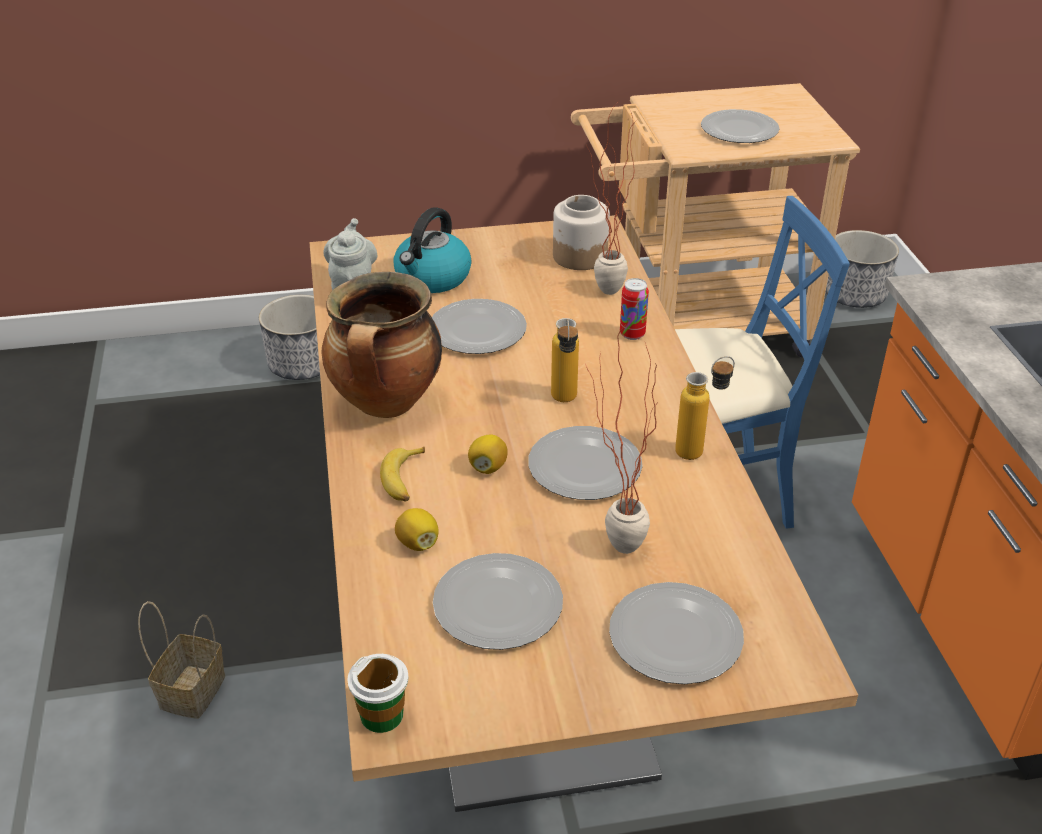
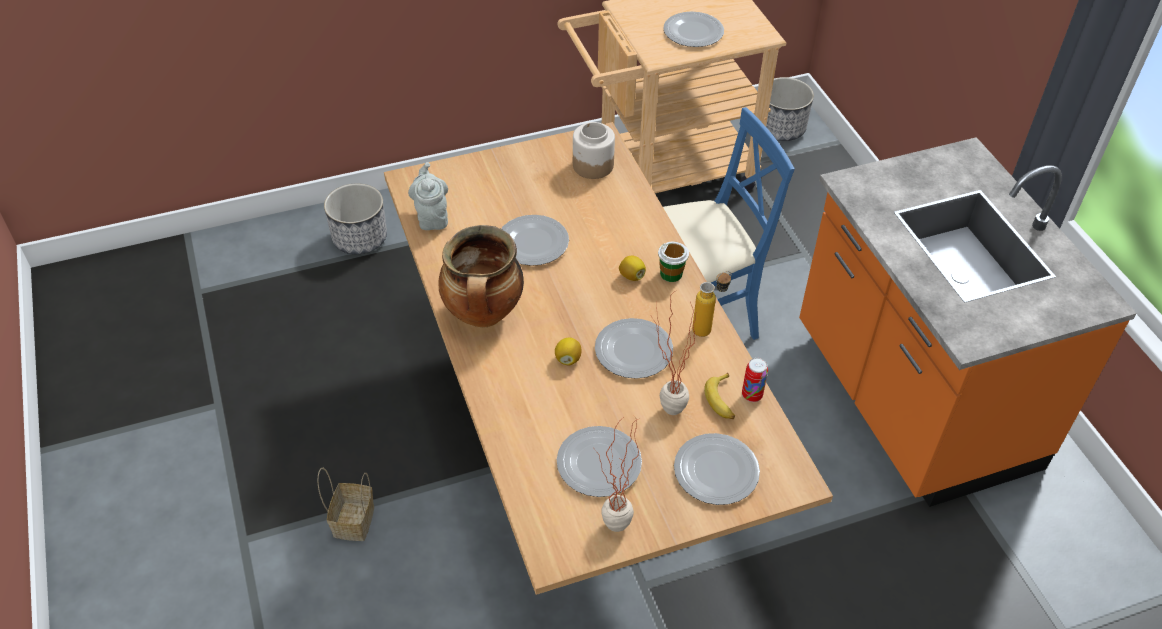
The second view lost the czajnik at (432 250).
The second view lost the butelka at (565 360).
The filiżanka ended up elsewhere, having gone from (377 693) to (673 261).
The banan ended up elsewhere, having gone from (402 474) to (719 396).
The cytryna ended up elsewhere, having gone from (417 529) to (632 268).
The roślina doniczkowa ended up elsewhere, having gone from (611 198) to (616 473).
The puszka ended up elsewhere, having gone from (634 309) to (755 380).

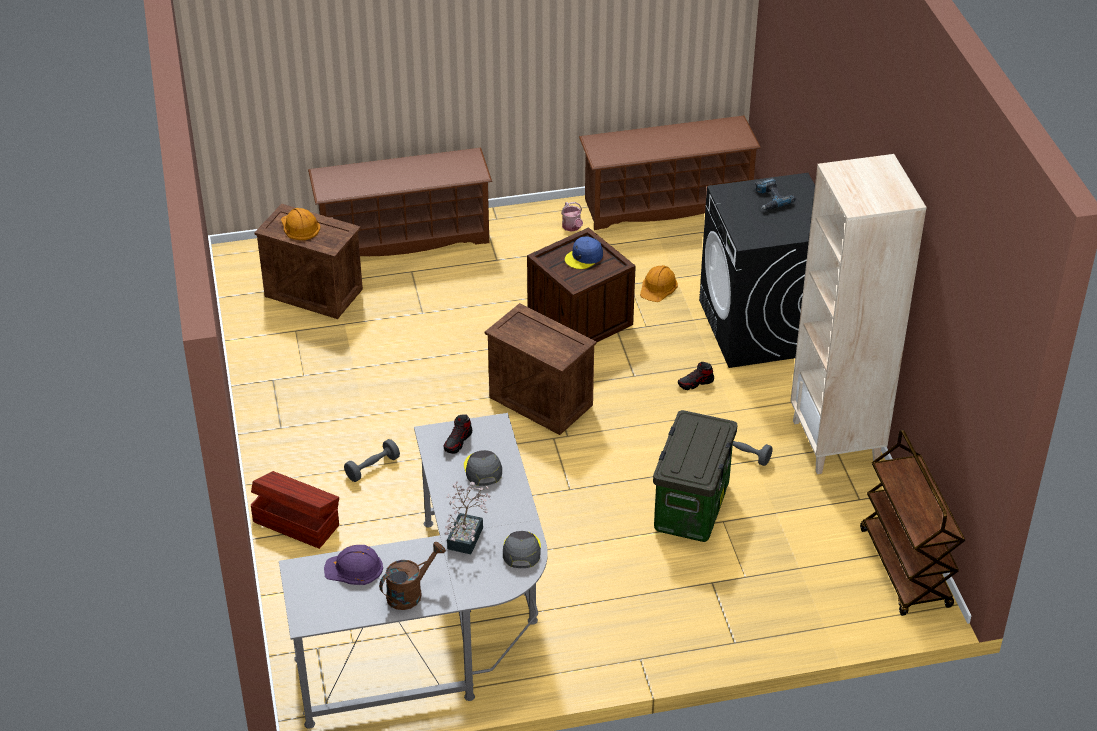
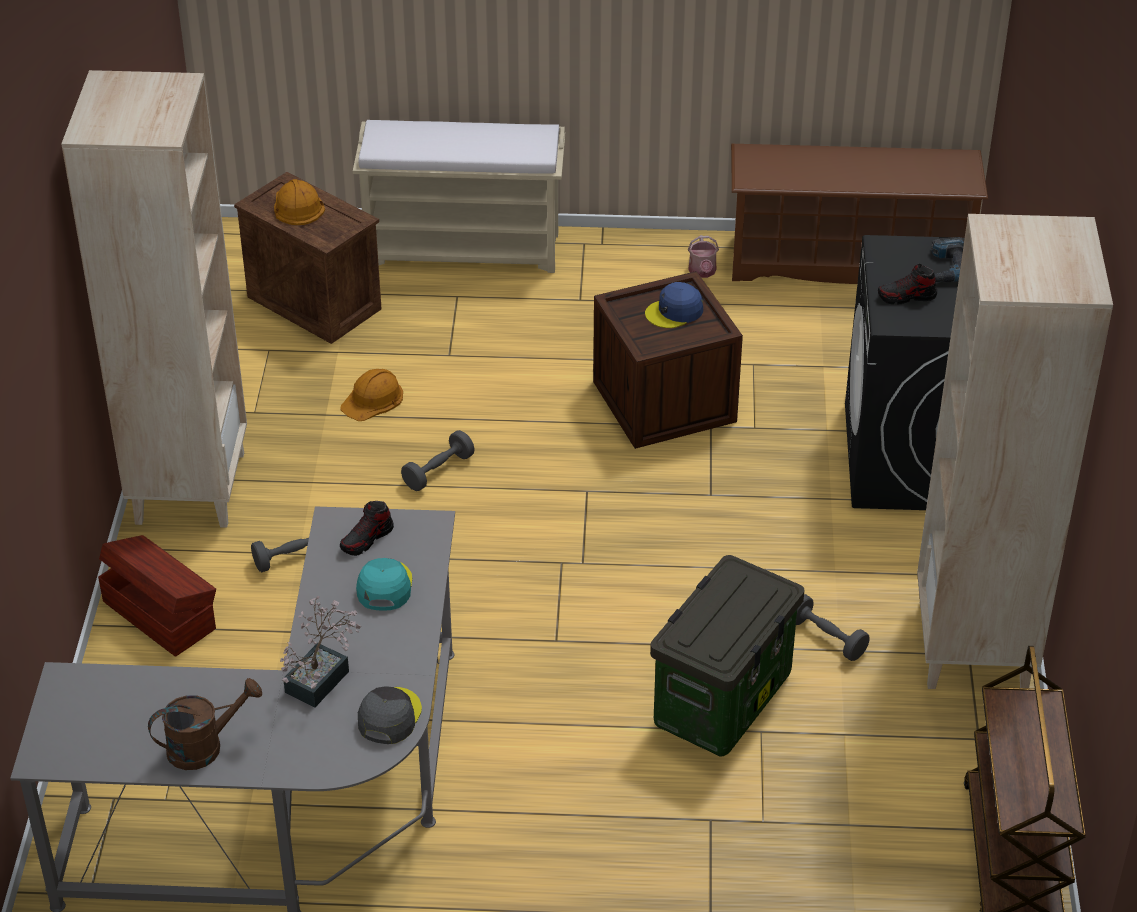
The second view lost the kask [fioletowy] at (353 565).
The second view lost the skrzynka at (541 369).
The second view gained the regał [beżowy] at (154 299).
The second view gained the hantel [szary] at (437 460).
The kask [pomarańczowy] ended up elsewhere, having gone from (659 283) to (371 395).
The but ended up elsewhere, having gone from (696 376) to (907 284).
Where the regał na buty [brązowy] stood at (400 202), the ławka [beżowy] came to stand at (459 196).
What was the czapka z daszkiem [szary] at (483 468) turned into the czapka z daszkiem [turkusowy] at (384 584).

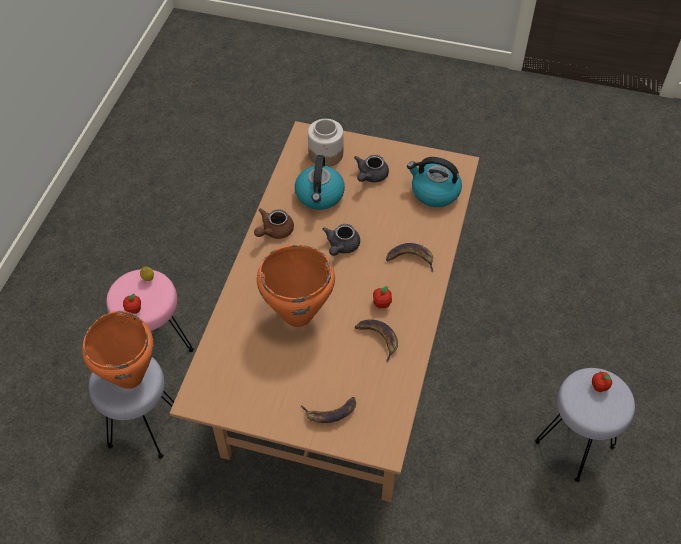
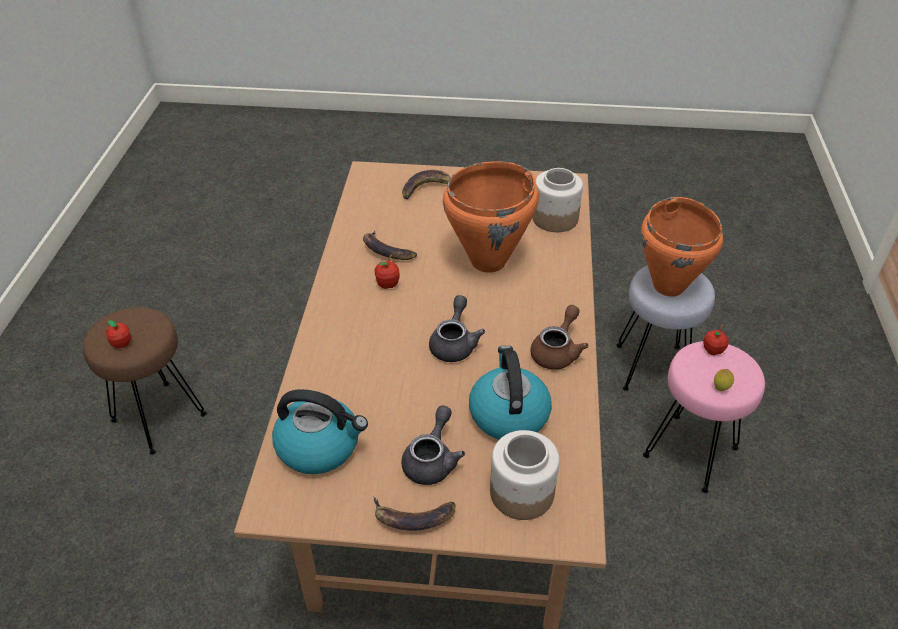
The second view gained the słoik at (558 200).
The banan ended up elsewhere, having gone from (409 257) to (415 514).
What was the stołek [szary] at (585 425) turned into the stołek [brązowy] at (145 381).

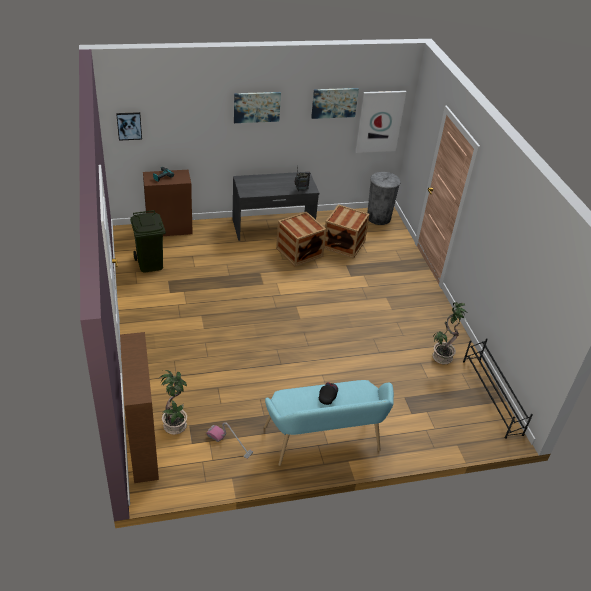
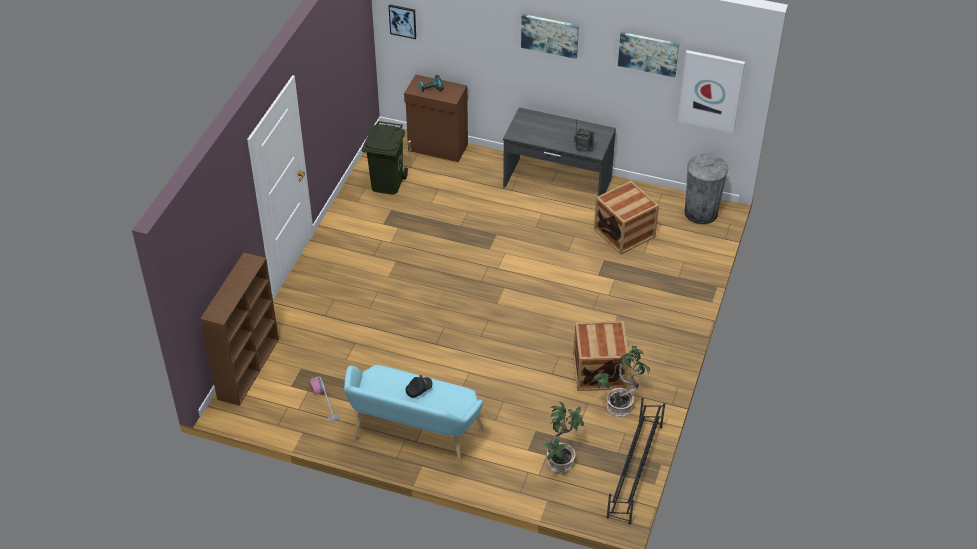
The roślina doniczkowa ended up elsewhere, having gone from (173 402) to (563 437).
The skrzynka ended up elsewhere, having gone from (301 239) to (600 356).

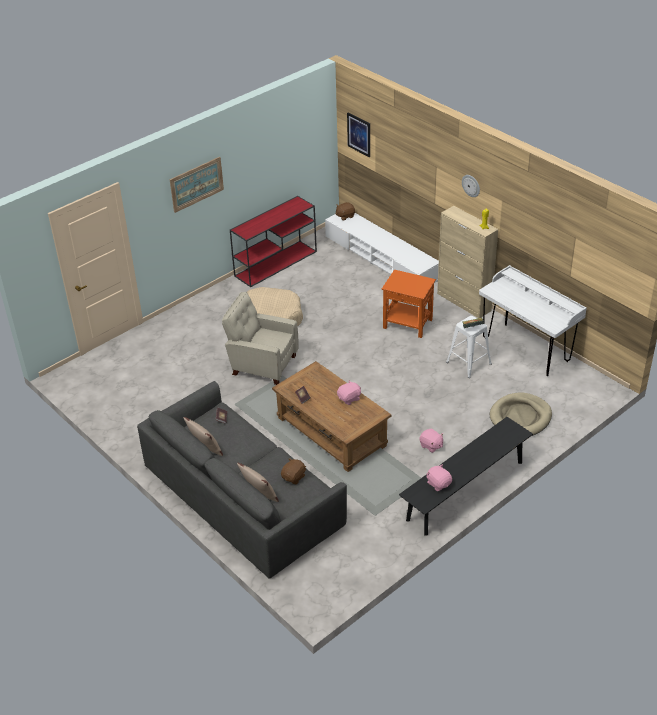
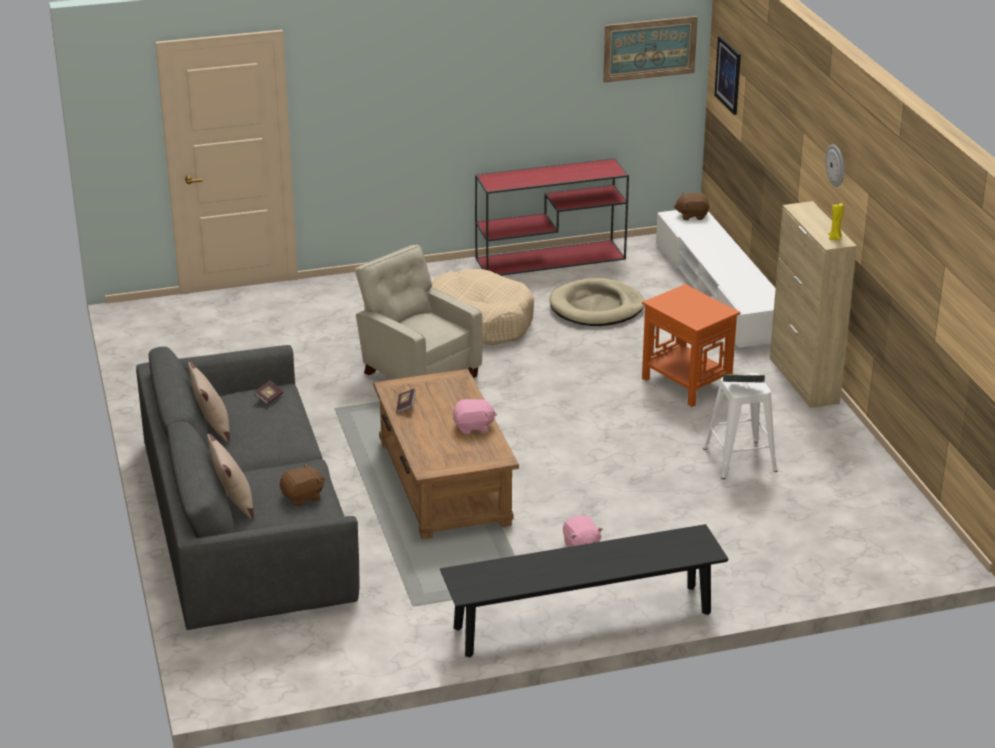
The second view lost the pluszak [różowy] at (439 477).
The second view lost the biurko [biały] at (533 320).
The obraz ended up elsewhere, having gone from (197 185) to (650 49).
The legowisko [beżowy] ended up elsewhere, having gone from (521 414) to (597 302).

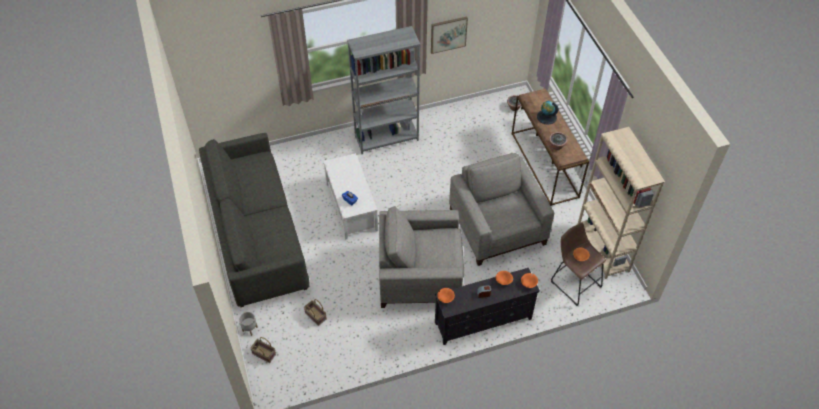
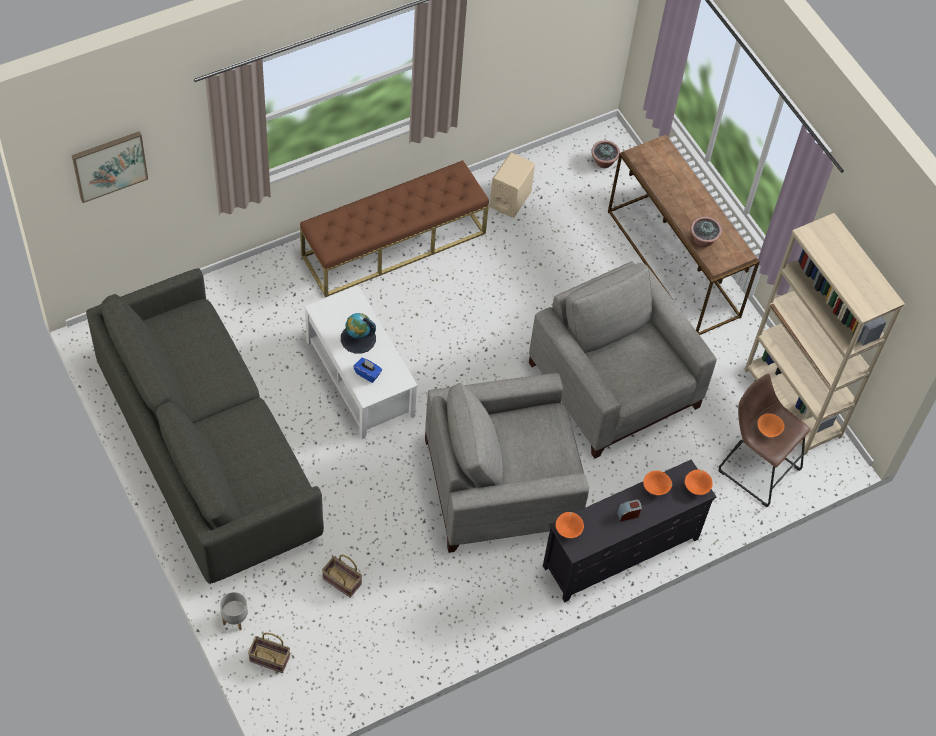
The second view gained the głośnik [beżowy] at (512 185).
The obraz ended up elsewhere, having gone from (449 35) to (110 167).
The globus ended up elsewhere, having gone from (548 113) to (358 333).
Where the regał [szary] stood at (383 90), the ławka [brązowy] came to stand at (394 228).

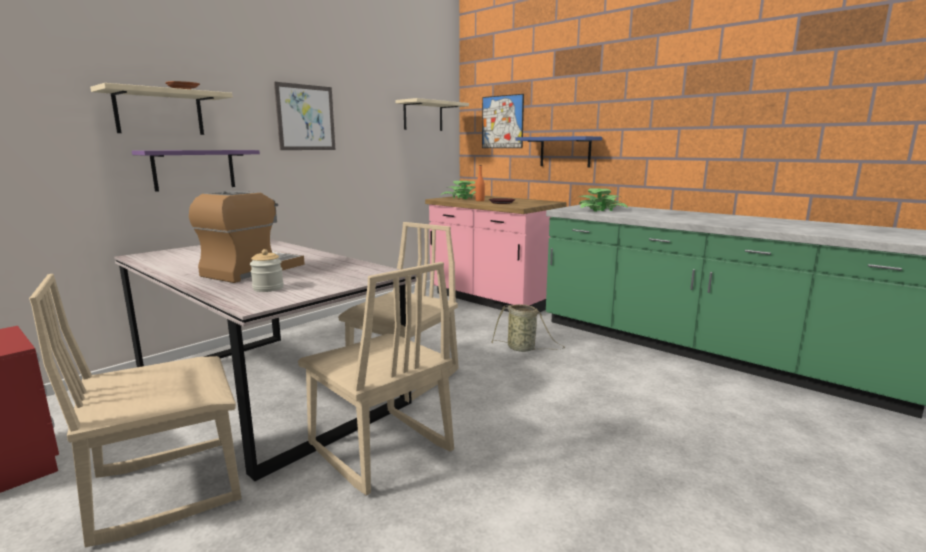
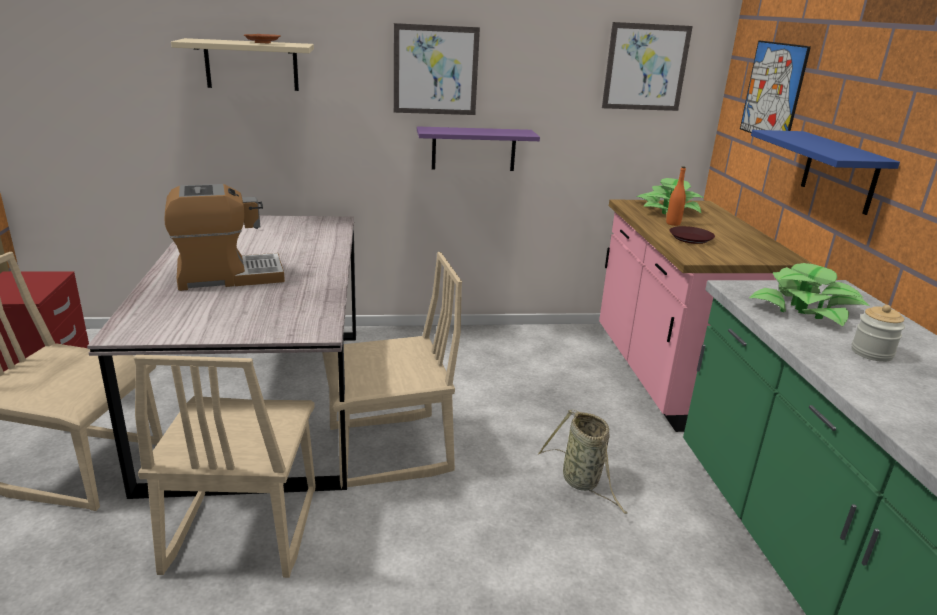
The półka [fioletowy] ended up elsewhere, having gone from (196 171) to (478 148).
The słoik ended up elsewhere, having gone from (267 270) to (878 333).
Where the półka [beżowy] hung at (432 114), the obraz came to hang at (647 66).

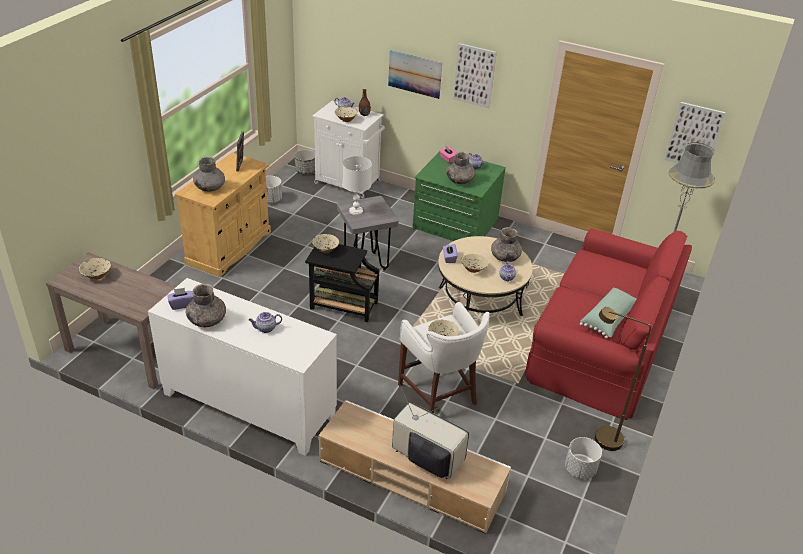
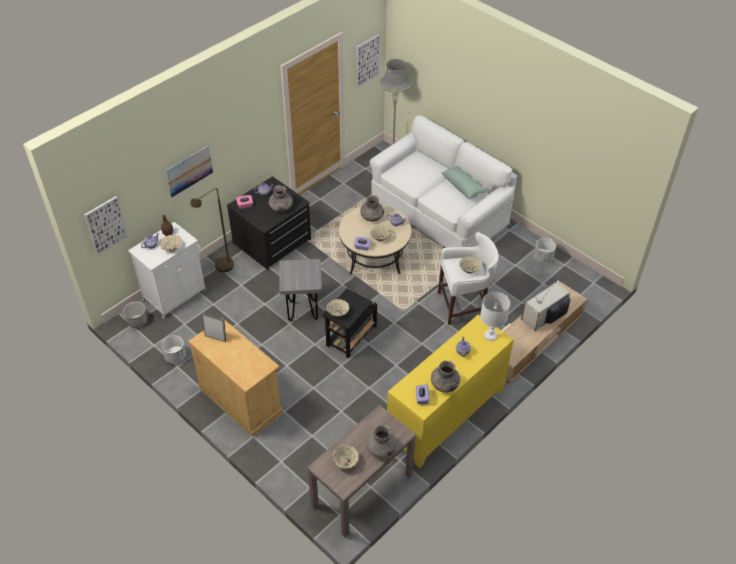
The wazon [szary] ended up elsewhere, having gone from (209 174) to (381 441).
The lampa stołowa [biały] ended up elsewhere, having gone from (357 185) to (495 316).
The obraz ended up elsewhere, having gone from (475 75) to (106 225).
The lampa stojąca [brązowy] ended up elsewhere, having gone from (623 379) to (212 230).
What was the szafka [biały] at (242 367) turned into the szafka [żółty] at (450 391).
What was the komoda [zielony] at (459 196) turned into the komoda [czarny] at (269 223).
What was the kanapa [czerwony] at (608 324) turned into the kanapa [biały] at (443 181).

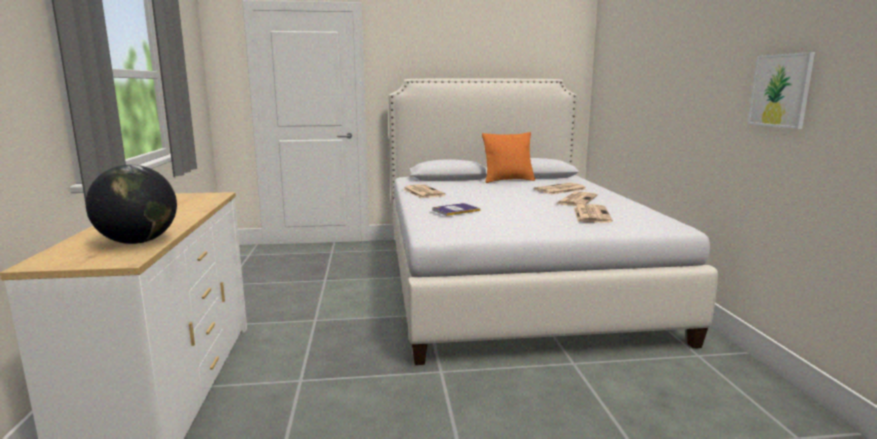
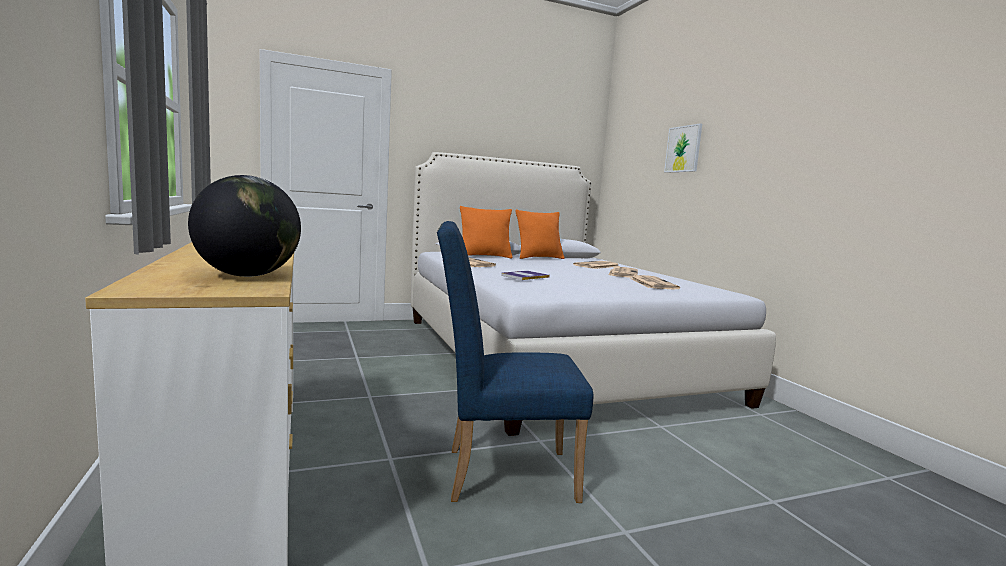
The second view gained the krzesło [niebieski] at (515 362).
The second view gained the poduszka [pomarańczowy] at (486 232).
The obraz ended up elsewhere, having gone from (781 90) to (683 148).

